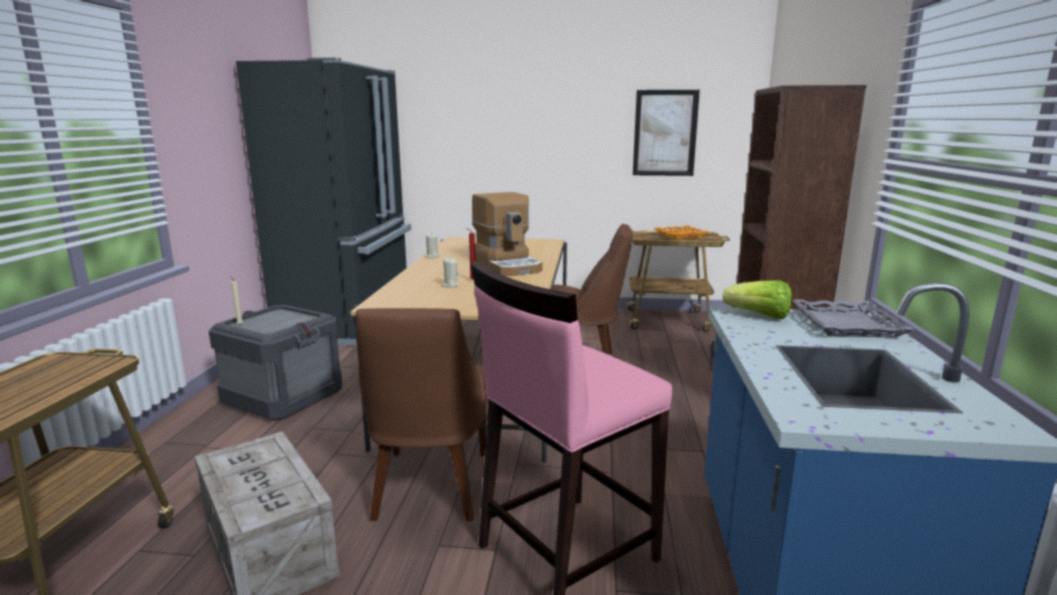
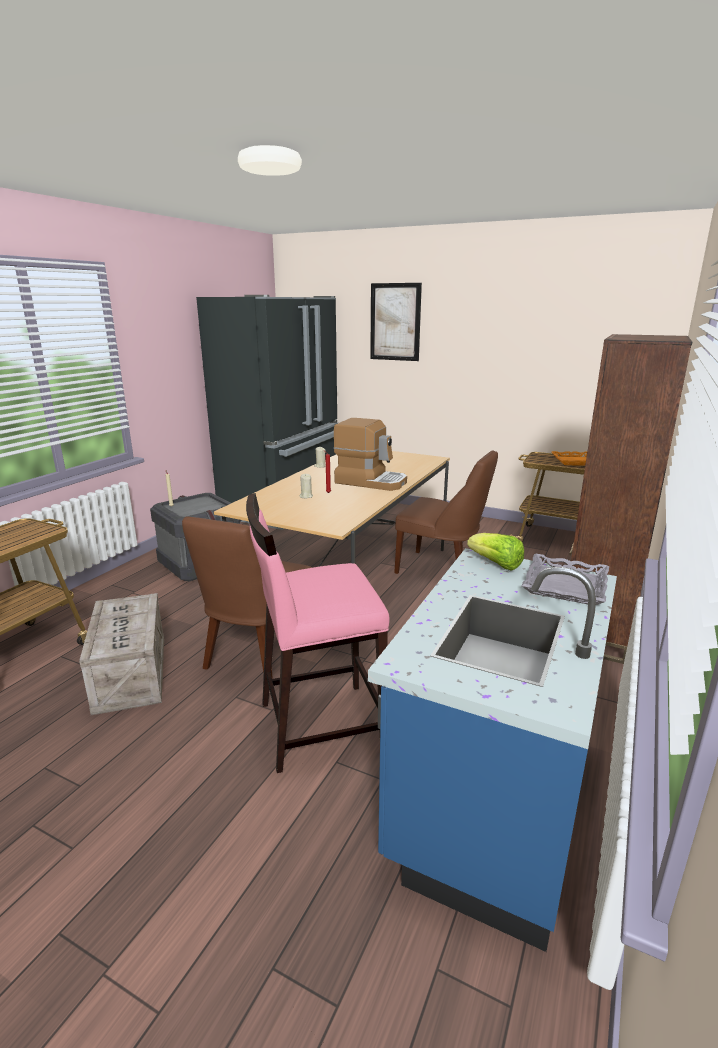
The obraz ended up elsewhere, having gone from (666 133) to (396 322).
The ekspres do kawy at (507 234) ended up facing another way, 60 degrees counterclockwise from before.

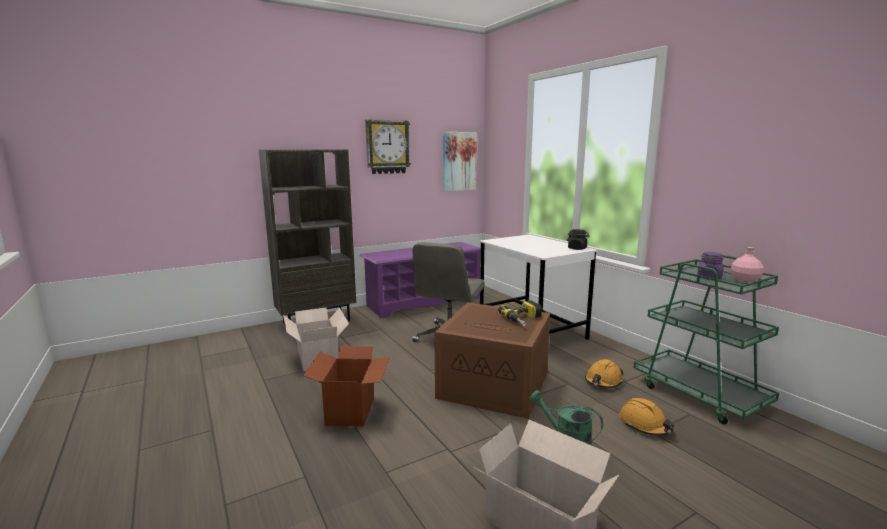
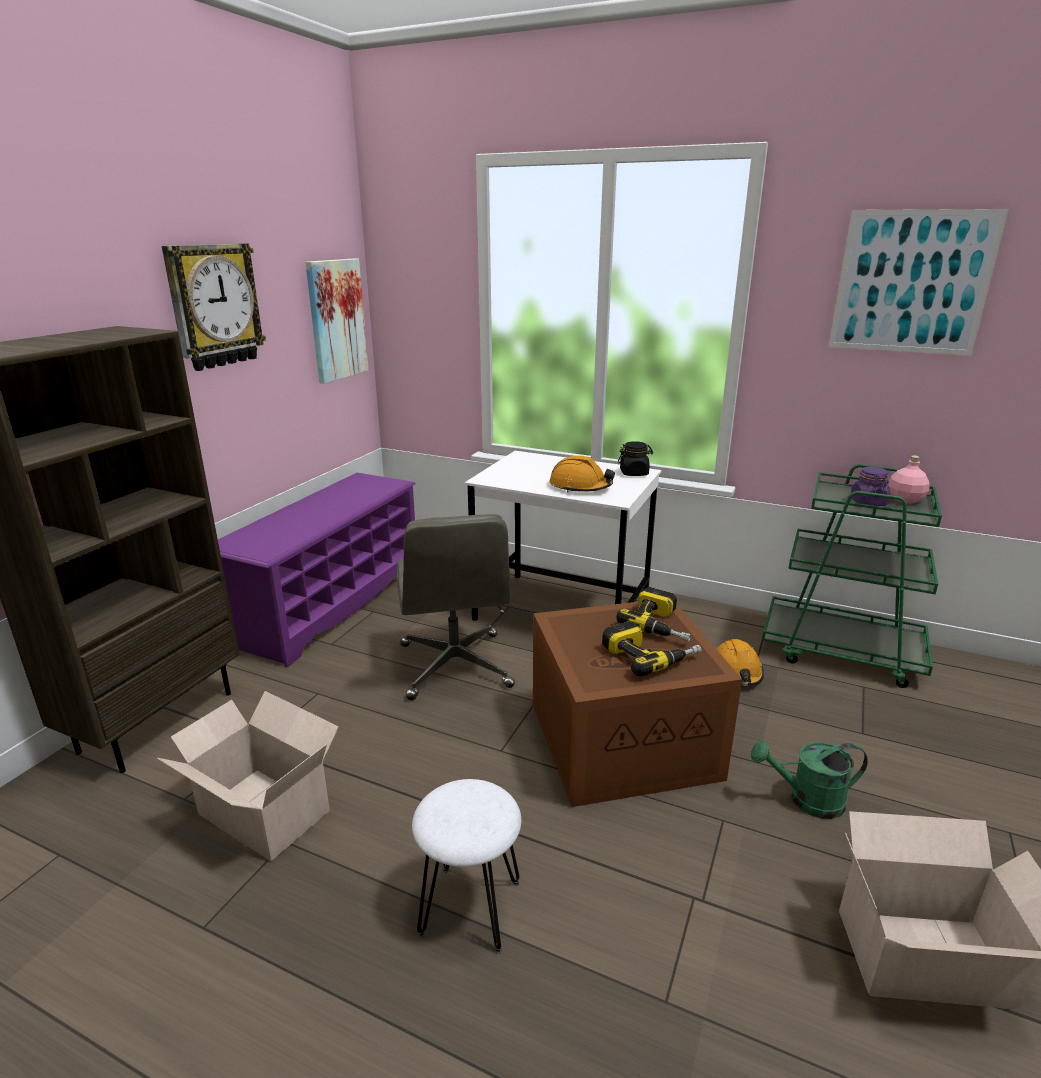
The second view gained the wiertarka at (652 648).
The second view gained the obraz at (919 282).
The kask [pomarańczowy] ended up elsewhere, having gone from (646 417) to (582 474).
Where the karton stood at (346 386), the stołek [biały] came to stand at (466 866).

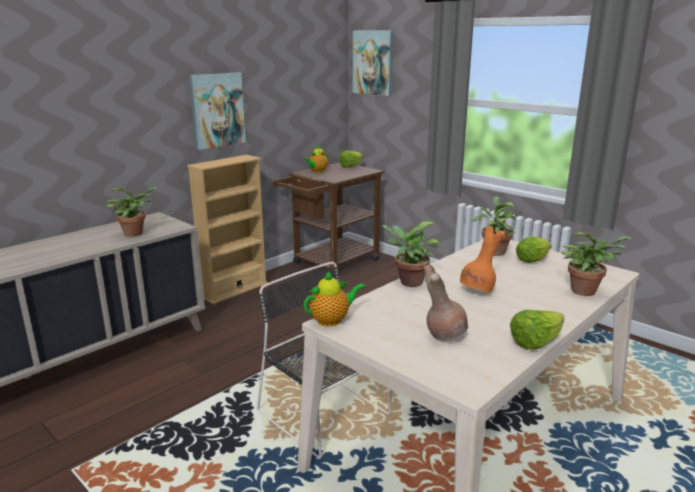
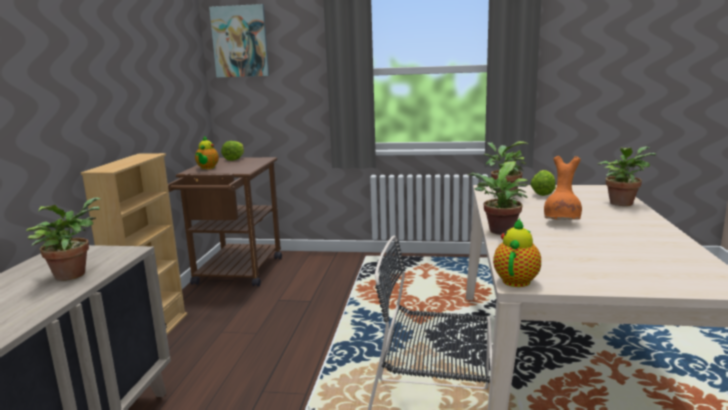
The second view lost the obraz at (217 111).
The second view lost the wazon [brązowy] at (446 303).
The second view lost the sałata at (537 330).

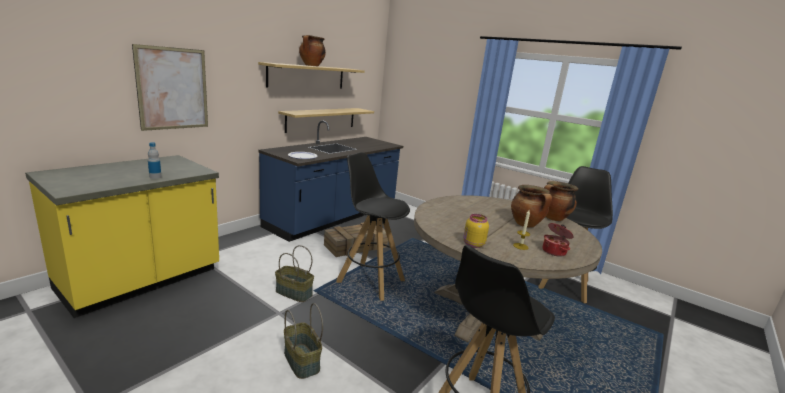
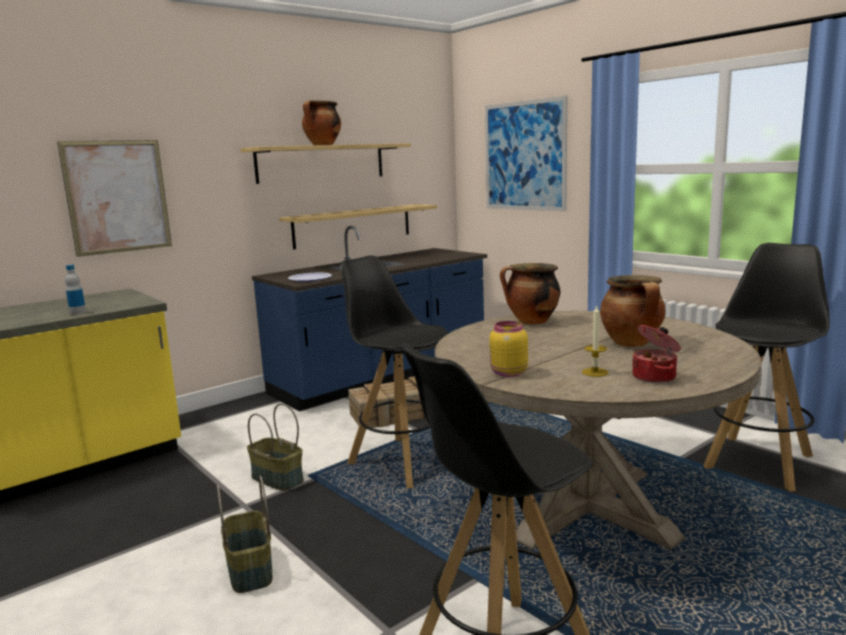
The second view gained the obraz at (526 153).
The garnek ended up elsewhere, having gone from (561 201) to (530 293).

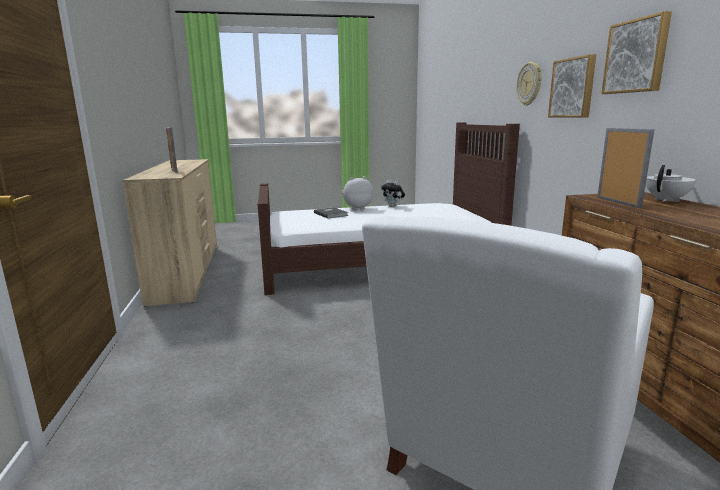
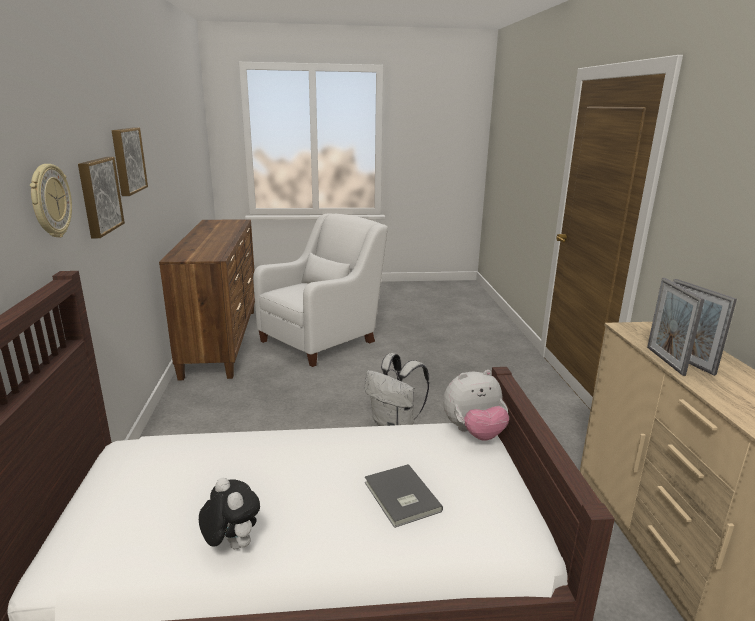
The second view lost the imbryk [biały] at (671 183).
The second view gained the plecak [biały] at (397 389).
The pluszak ended up elsewhere, having gone from (357 193) to (476 405).
The ramka na zdjęcie ended up elsewhere, having gone from (626 168) to (676 327).

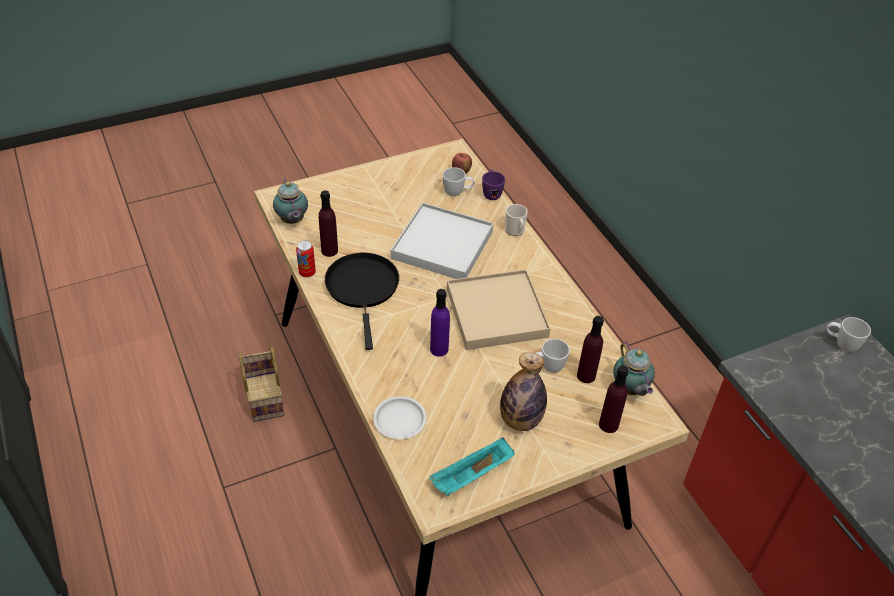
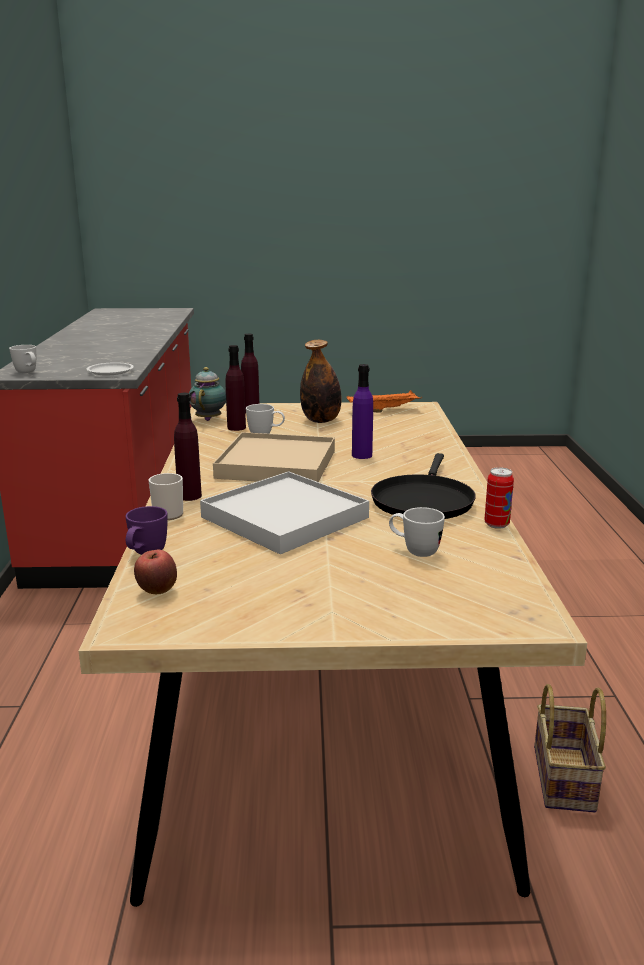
The second view lost the imbryk at (290 201).
The butelka [fioletowy] ended up elsewhere, having gone from (328 224) to (188 447).
The talerz [biały] ended up elsewhere, having gone from (400 417) to (110 368).
The kubek [biały] ended up elsewhere, having gone from (458 181) to (417 532).
What was the taca [turkusowy] at (472 467) turned into the taca [pomarańczowy] at (384 401).

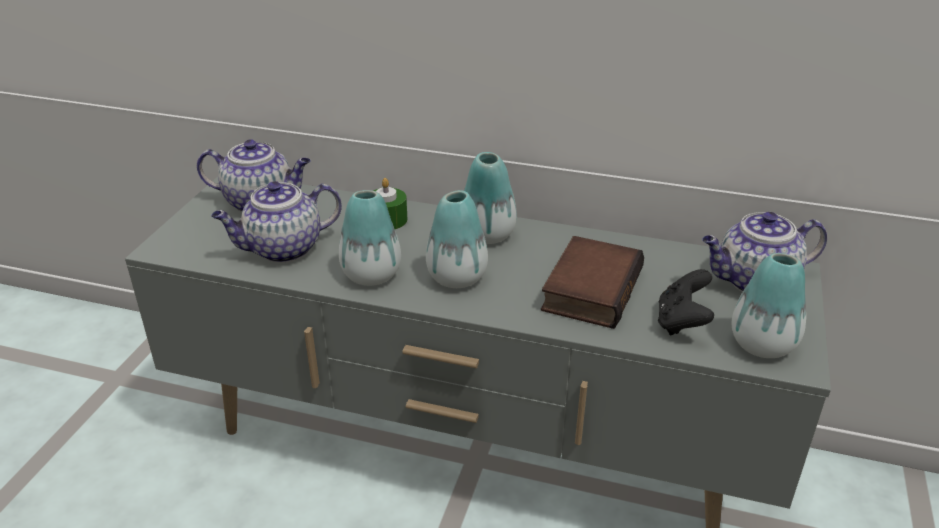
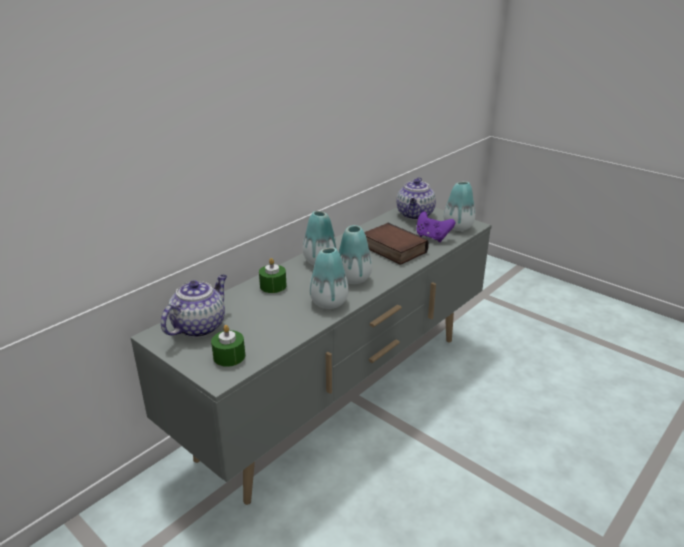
The second view lost the imbryk at (276 222).
The second view gained the świeca [zielony] at (228 346).
What was the pad do gier [czarny] at (686 302) turned into the pad do gier [fioletowy] at (435 227).

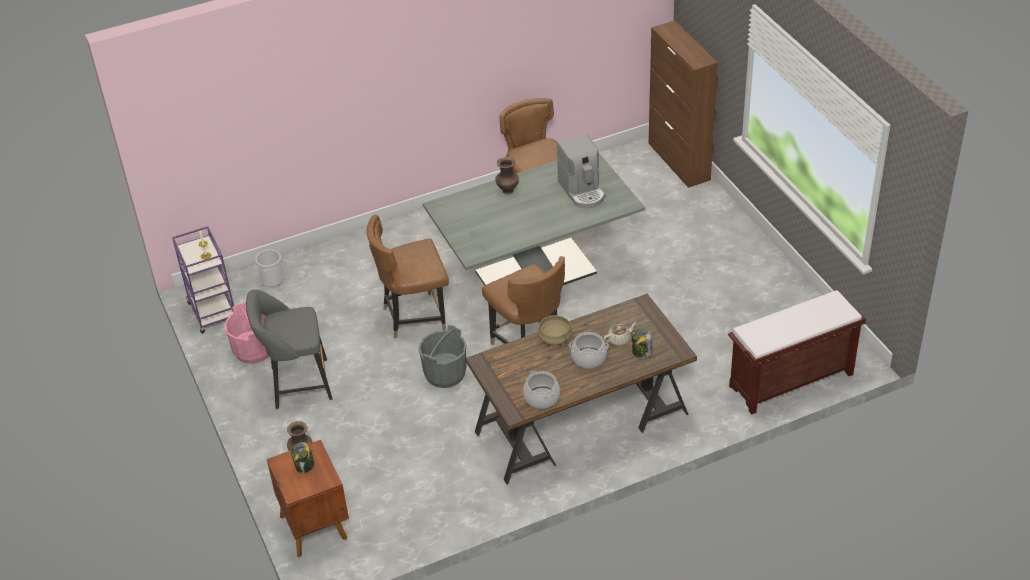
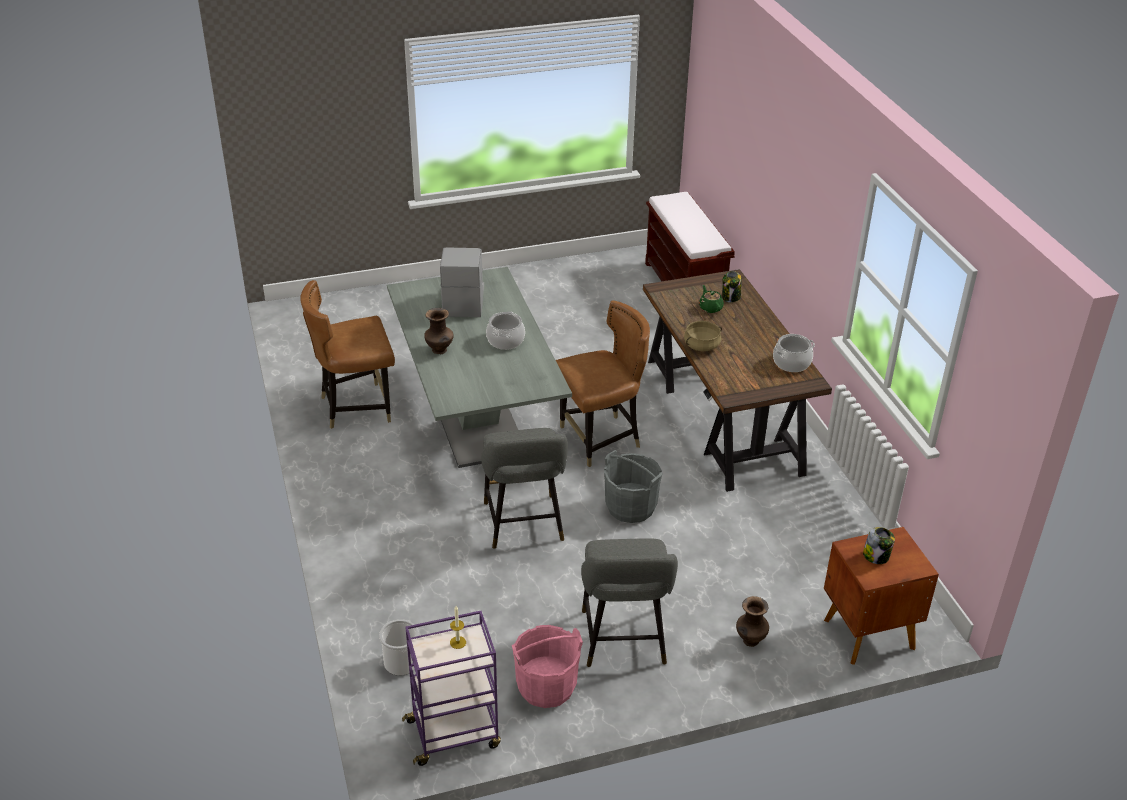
The second view lost the szafka [brązowy] at (683 104).
The garnek ended up elsewhere, having gone from (589 350) to (505 330).
Where the krzesło [brązowy] stood at (407 277), the stołek [szary] came to stand at (524 488).
What was the imbryk [beżowy] at (620 334) turned into the imbryk [zielony] at (711 299).
The ekspres do kawy at (581 171) ended up facing another way, 75 degrees counterclockwise from before.

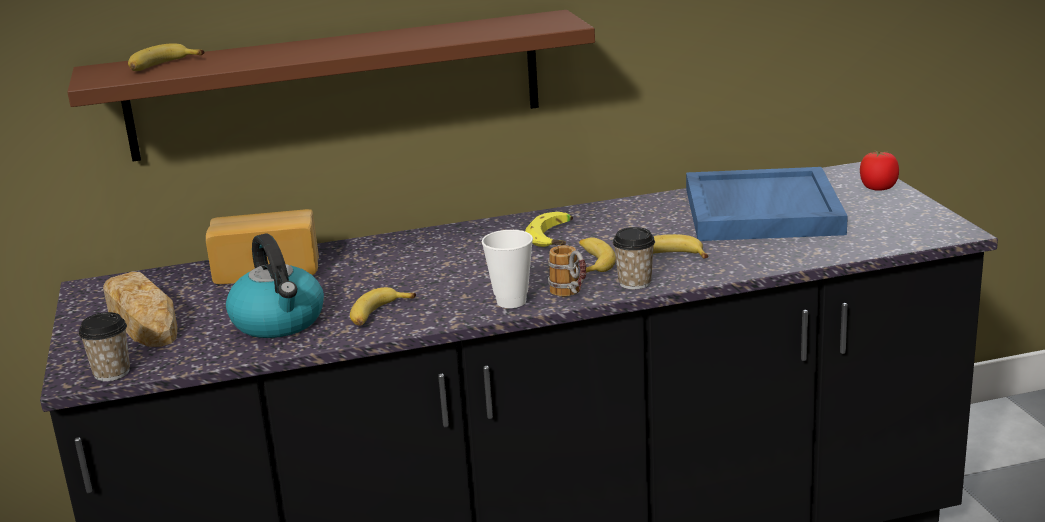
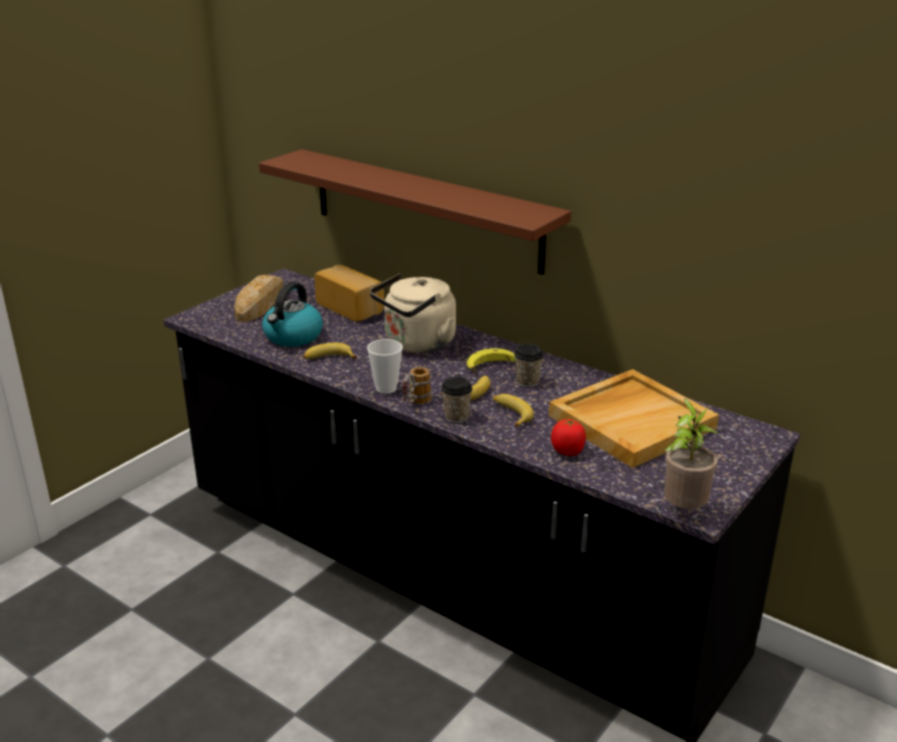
The second view lost the banan at (166 57).
The second view gained the czajnik [beżowy] at (413 313).
The second view gained the roślina doniczkowa at (691 453).
The filiżanka ended up elsewhere, having gone from (104 346) to (529 365).
The pomidor ended up elsewhere, having gone from (879 171) to (568 437).
What was the taca [niebieski] at (767 204) turned into the taca [beżowy] at (634 418).

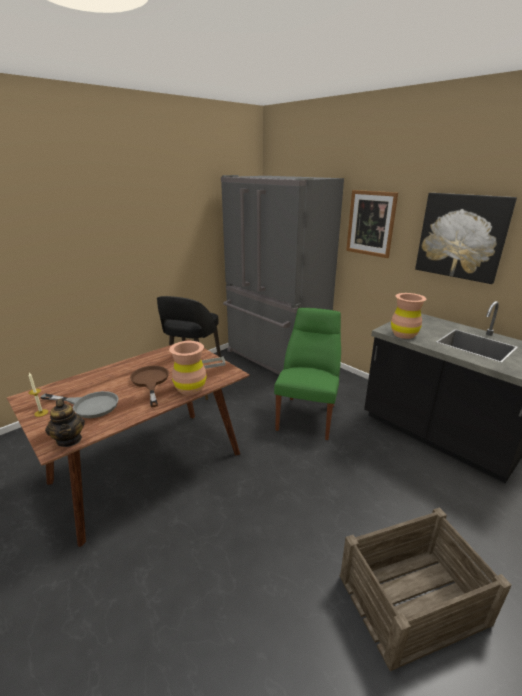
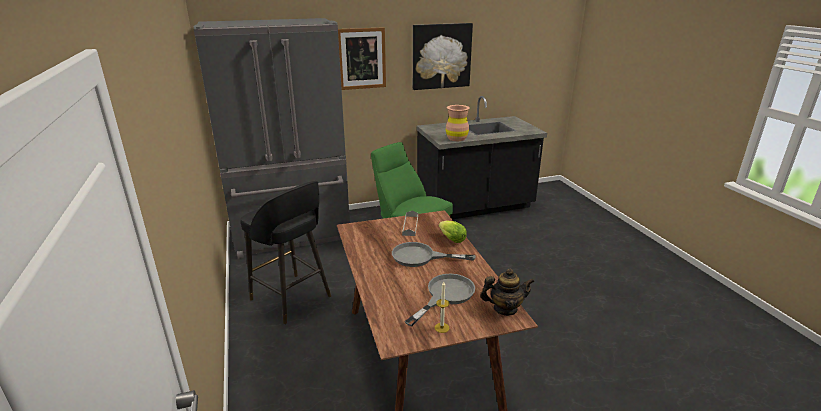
The second view lost the skrzynka at (426 589).
Where the wazon [brązowy] stood at (188 368), the sałata came to stand at (453 232).
What was the patelnia [brązowy] at (149 386) turned into the patelnia [szary] at (434 254).

